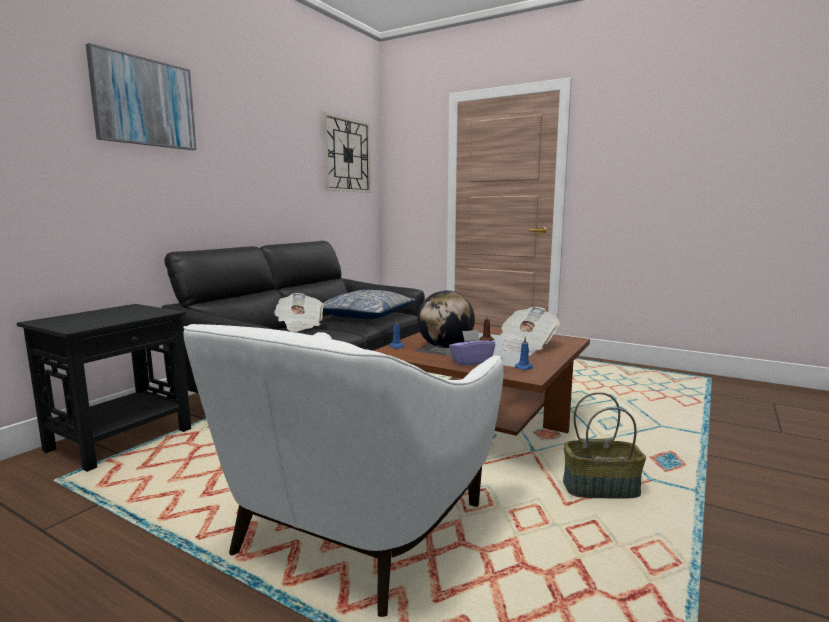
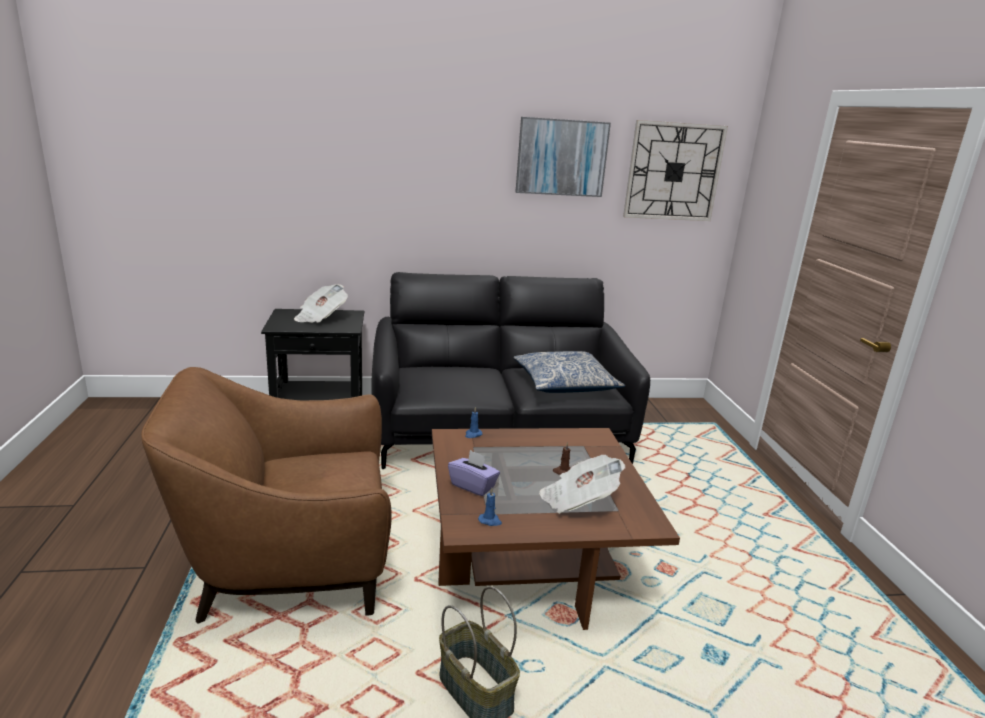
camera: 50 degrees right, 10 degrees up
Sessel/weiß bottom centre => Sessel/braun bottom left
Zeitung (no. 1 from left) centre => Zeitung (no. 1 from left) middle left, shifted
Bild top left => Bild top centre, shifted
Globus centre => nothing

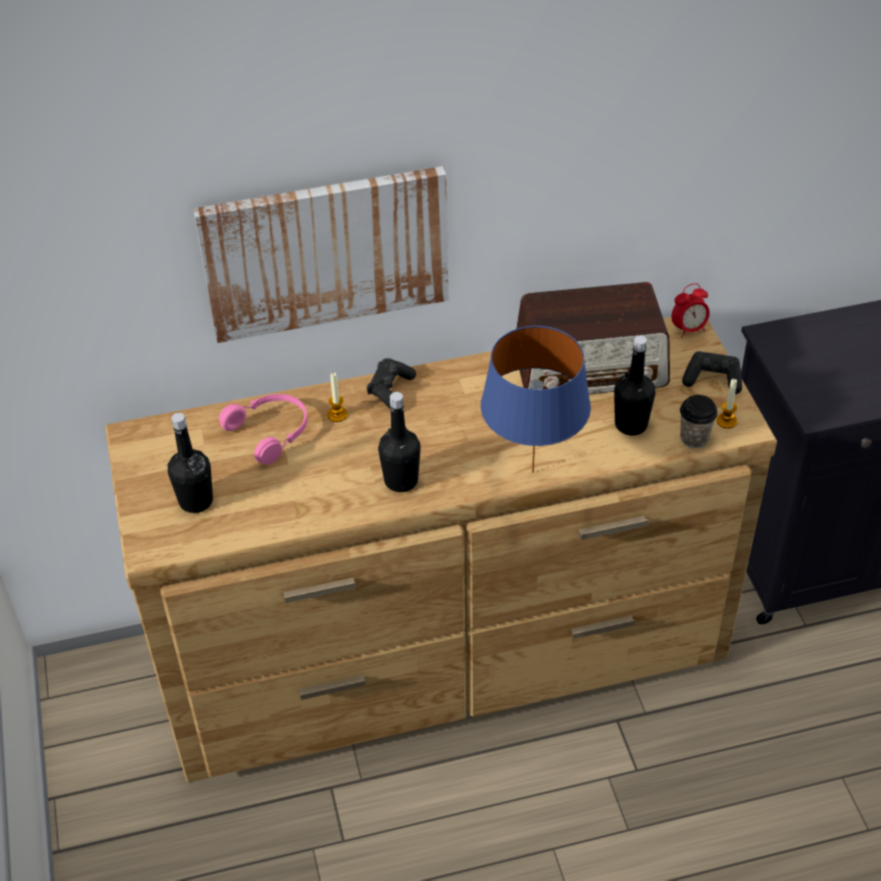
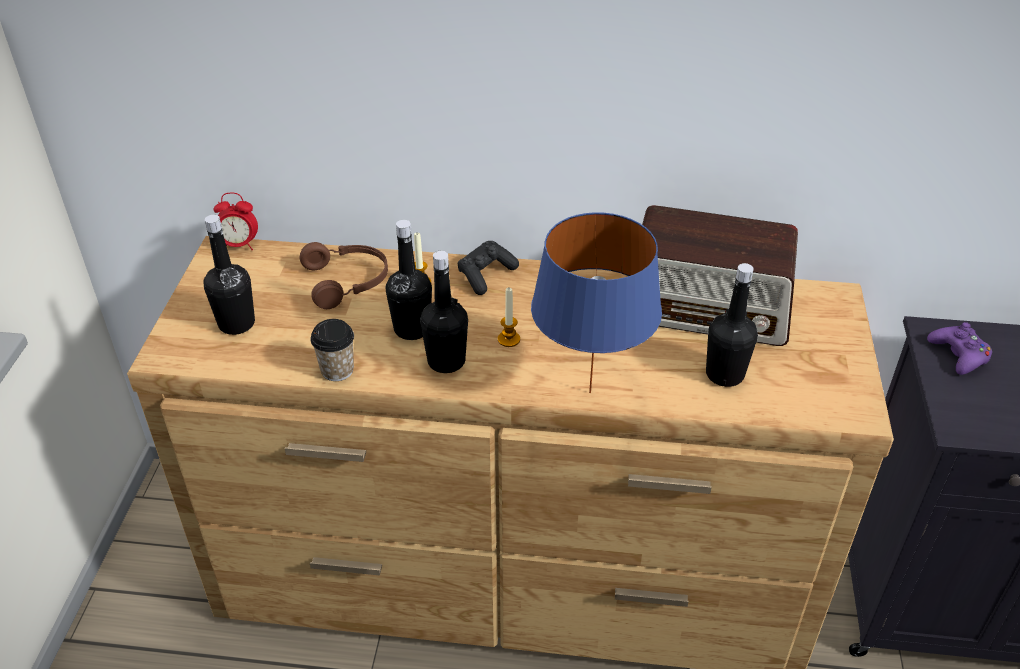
camera: 20 degrees right, 5 degrees down
Wecker middle right => Wecker top left, shifted
Kopfhörer/rosa middle left => Kopfhörer/braun centre
Tasse middle right => Tasse middle left, shifted
nothing => Flasche/schwarz (no. 2 from left) centre
Kerze (no. 2 from left) middle right => Kerze (no. 2 from left) centre, shifted
nothing => Gamepad/lila middle right
Bild top centre => nothing
Gamepad/schwarz (no. 2 from left) middle right => nothing

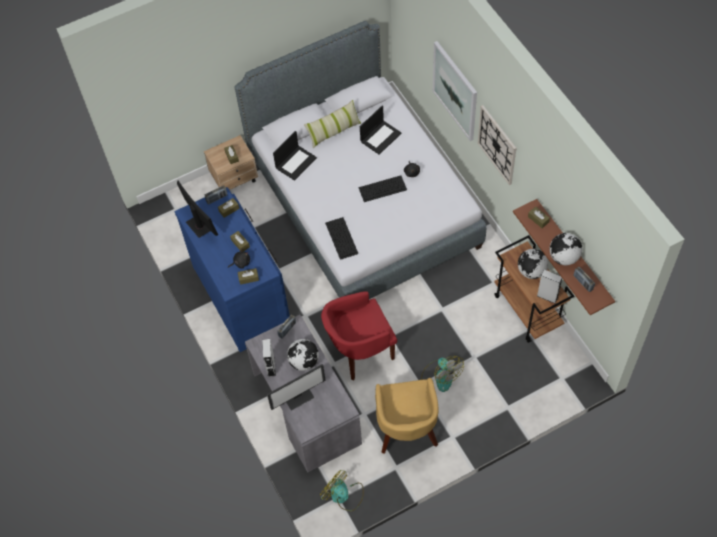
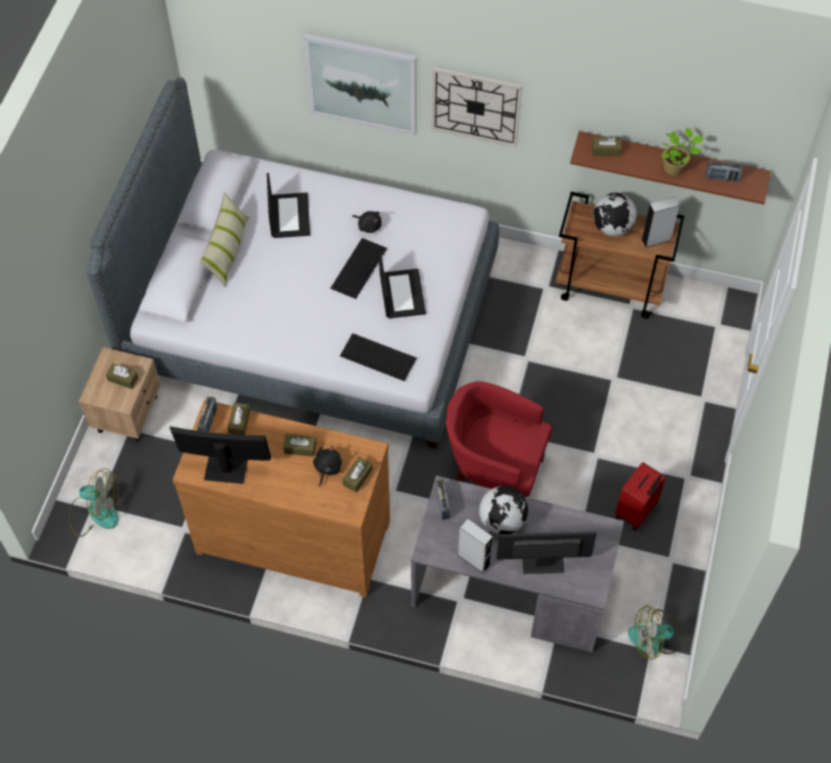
camera: 50 degrees left, 0 degrees up
Ventilator (no. 2 from left in the first image) bottom centre => Ventilator (no. 1 from left) middle left, shifted
Kommode/blau middle left => Kommode/braun centre
Laptop (no. 1 from left in the first image) top centre => Laptop (no. 2 from left) centre, shifted
Sessel/rot centre, 90 degrees clockwise
Monitor (no. 2 from left) bottom centre, 105 degrees counterclockwise
Sessel/gelb bottom centre => Koffer/rot middle right
Globus (no. 3 from left) middle right => Topfpflanze top right

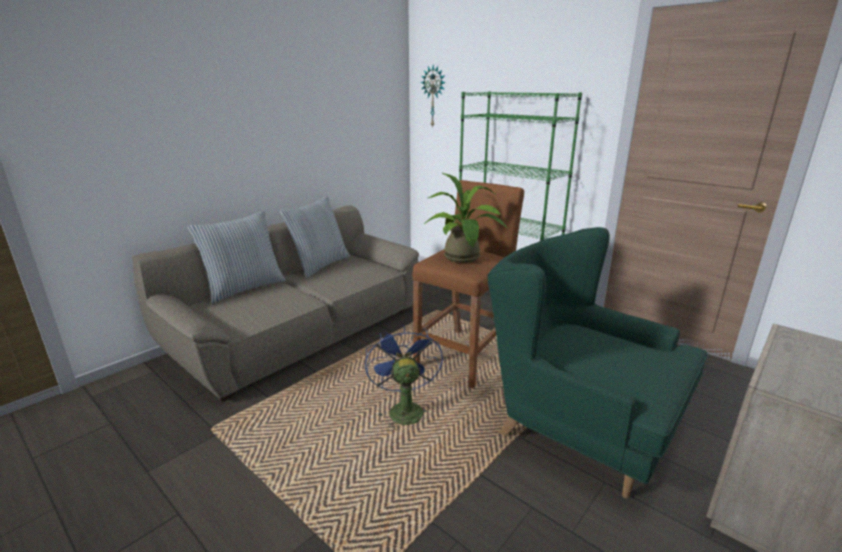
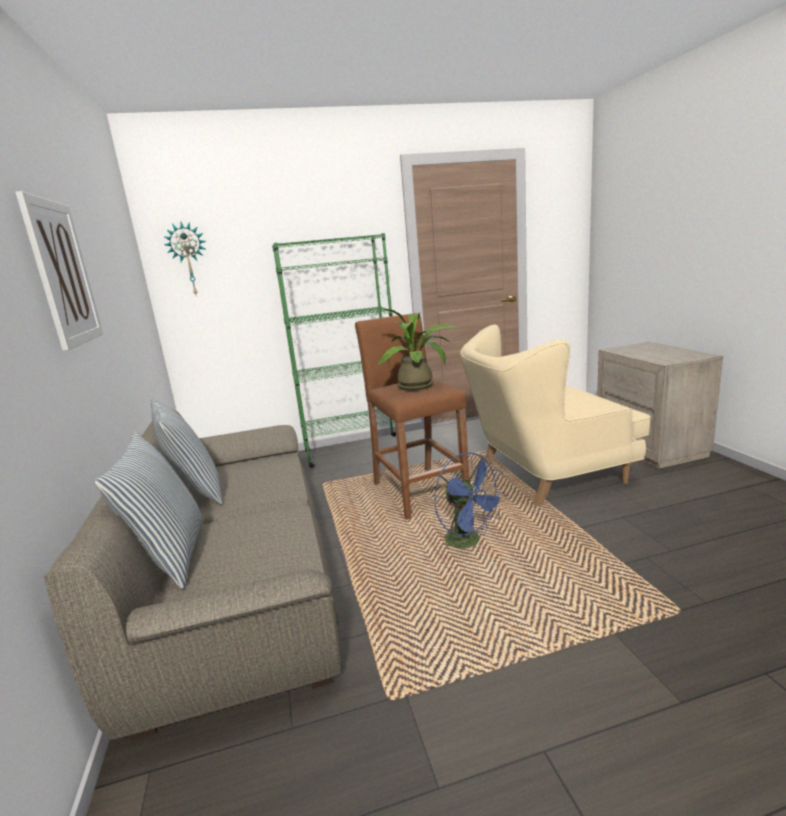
camera: 55 degrees left, 5 degrees down
nothing => Bild top left
Ventilator/blau bottom centre => Ventilator/blau centre, 150 degrees counterclockwise
Sessel/grün middle right => Sessel/beige middle right

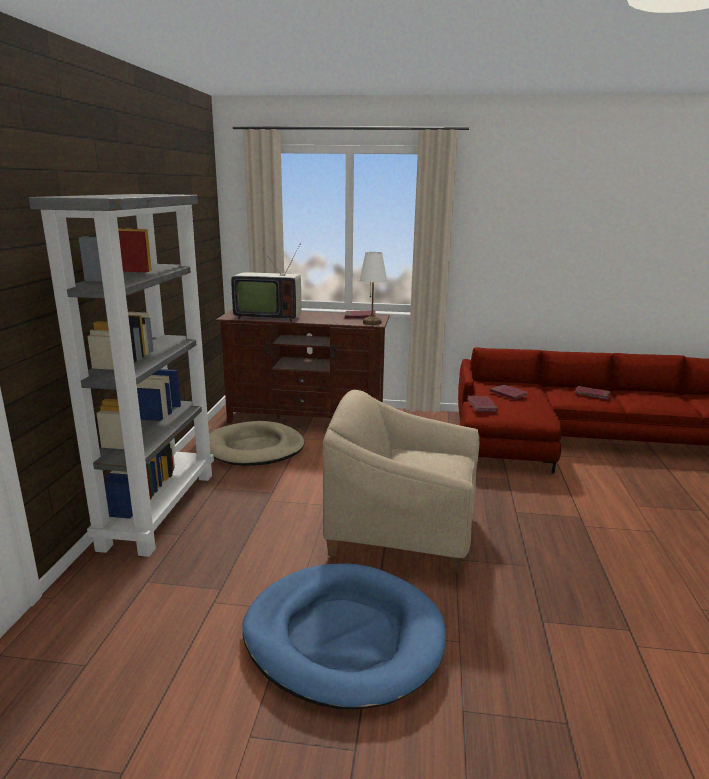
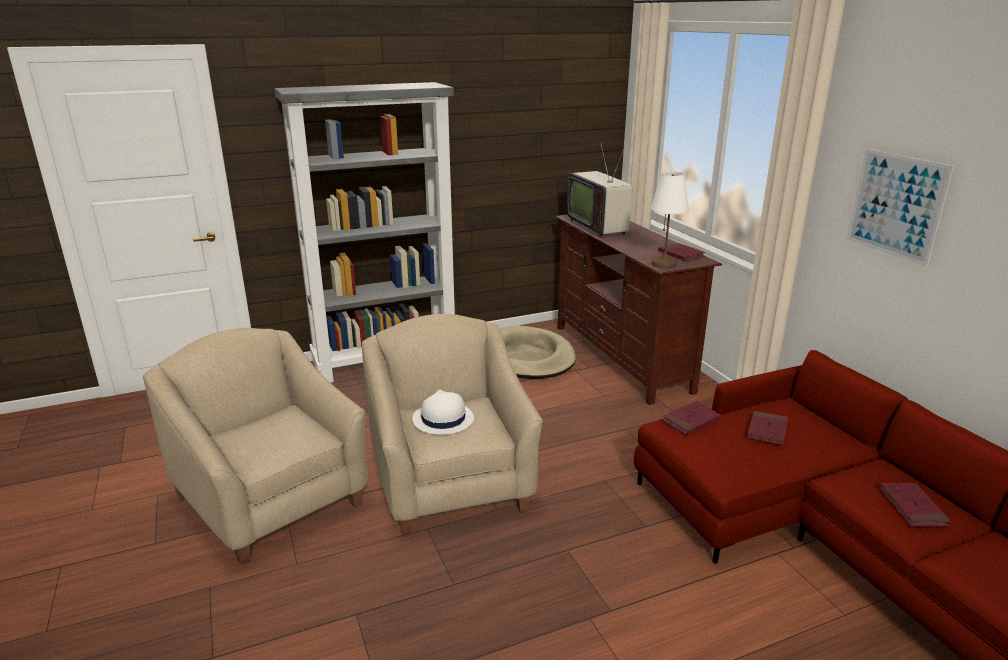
camera: 60 degrees right, 5 degrees up
Hundebett/blau bottom centre => Sessel/beige (no. 1 from left) bottom left
nothing => Hut/weiß centre
nothing => Bild top right

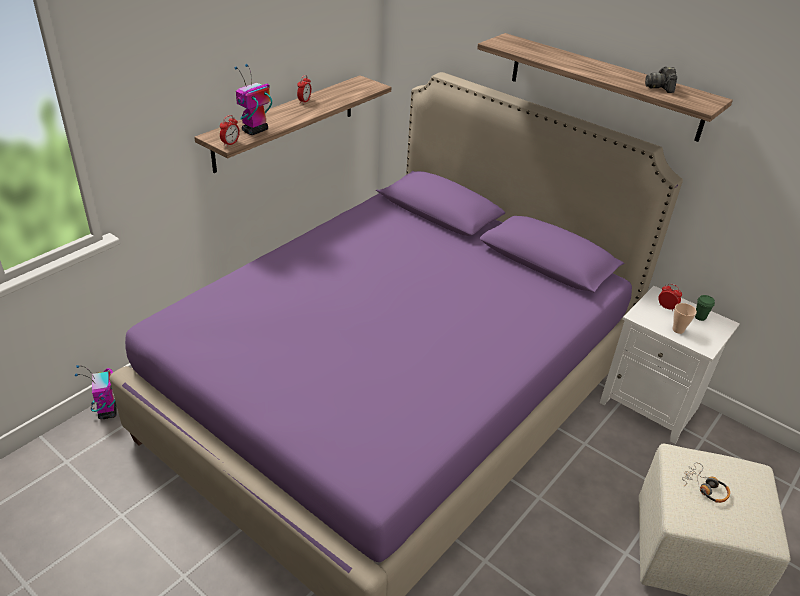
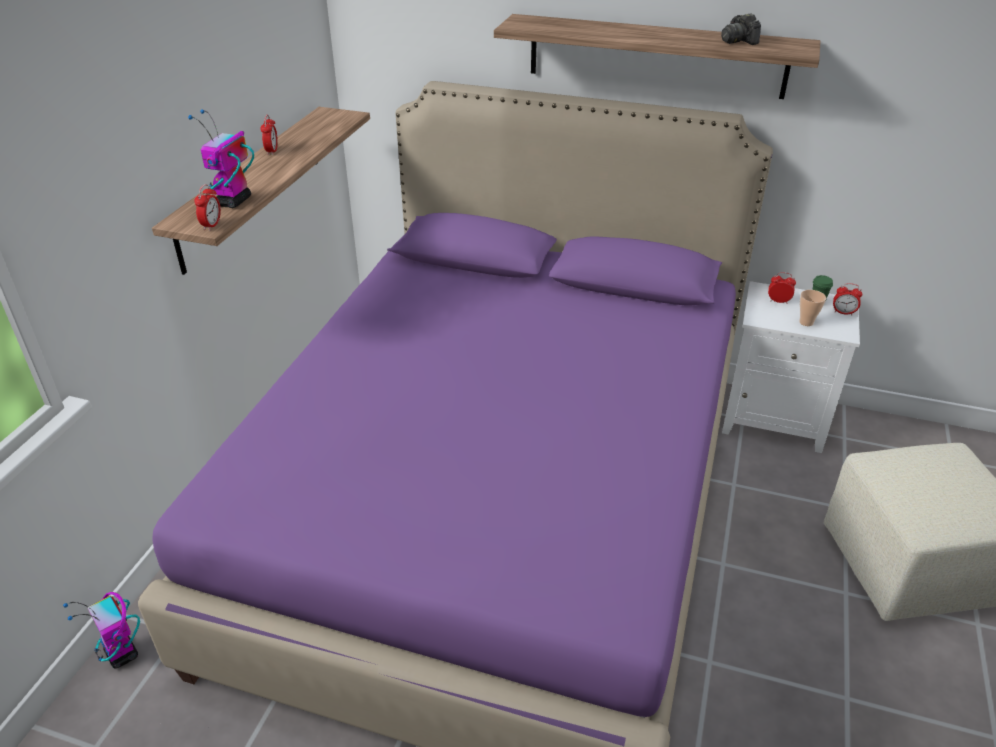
camera: 20 degrees left, 0 degrees up
nothing => Wecker (no. 4 from left) middle right
Kopfhörer bottom right => nothing

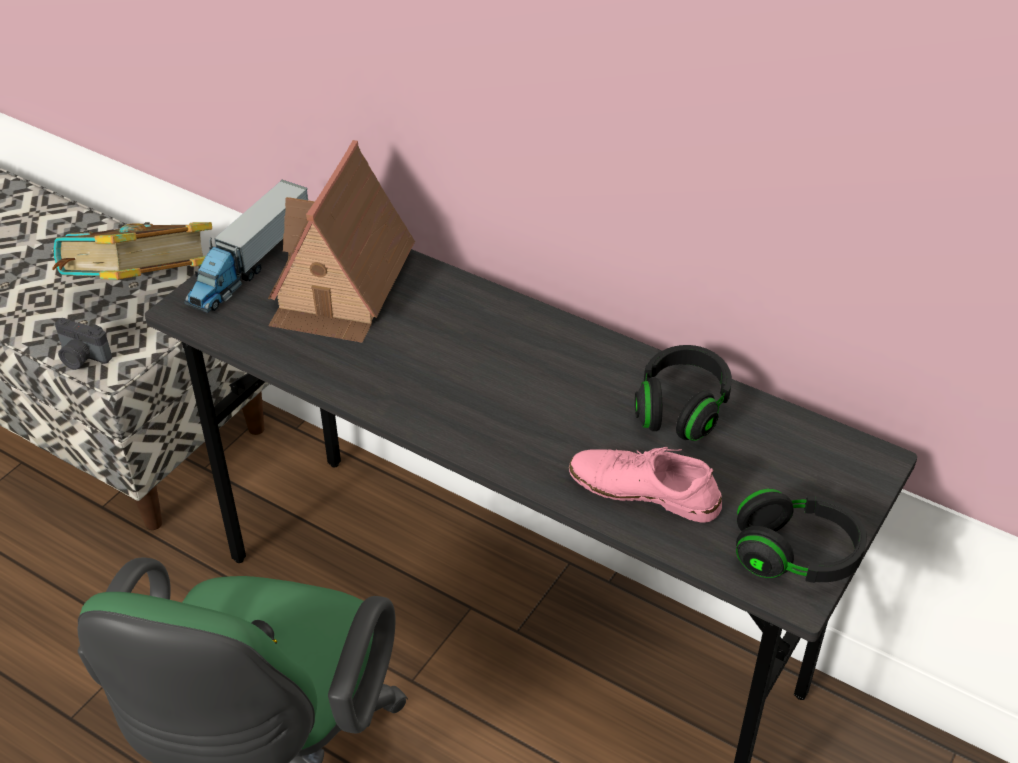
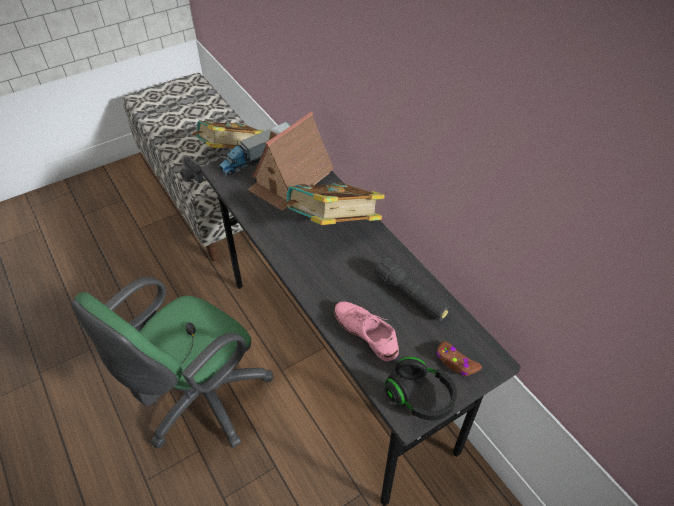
camera: 25 degrees right, 5 degrees up
nothing => Buch (no. 2 from left) centre
Kopfhörer/schwarz (no. 1 from left) middle right => Taschenlampe/schwarz centre
nothing => Gamepad/braun bottom right

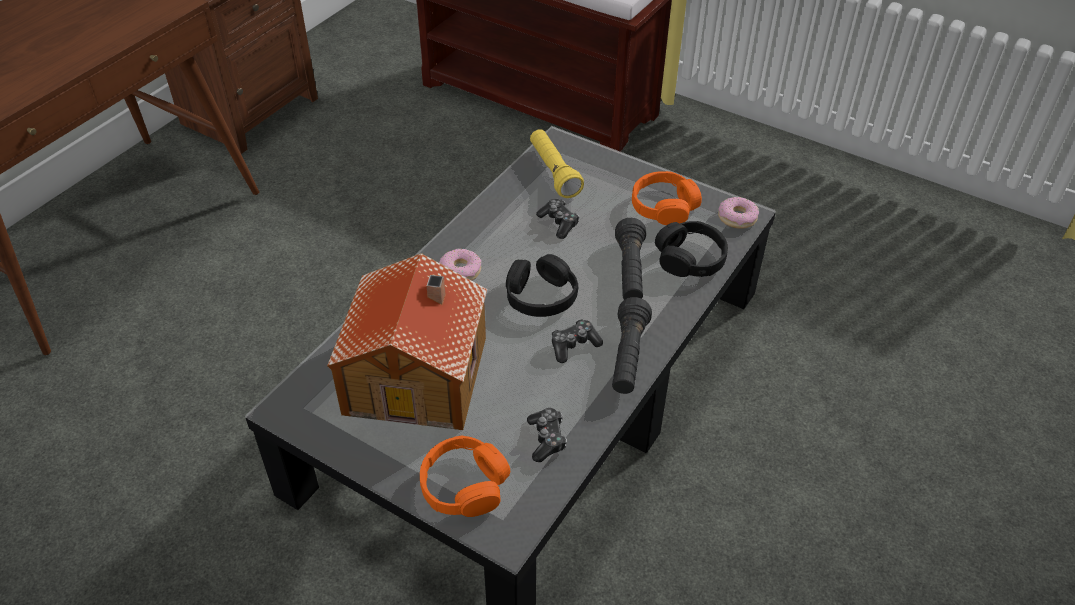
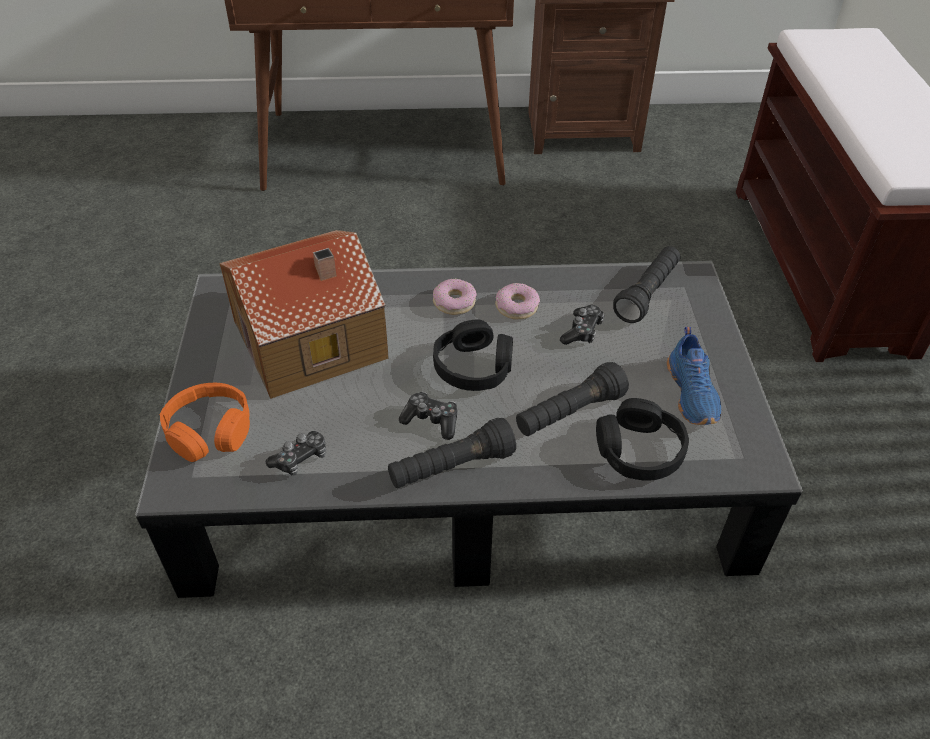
camera: 55 degrees right, 0 degrees up
Donut (no. 2 from left) middle right => Donut (no. 2 from left) centre, shifted
Taschenlampe/gelb top centre => Taschenlampe/schwarz (no. 3 from left) middle right
Kopfhörer/orange (no. 2 from left) top centre => Schuh/blau middle right

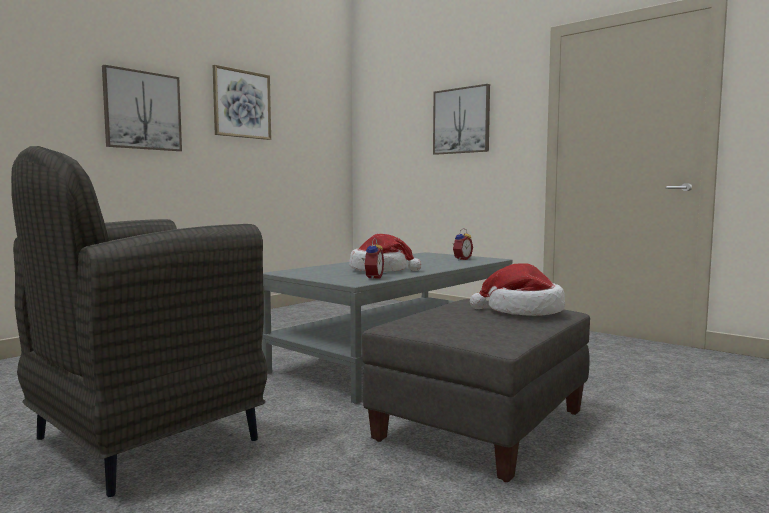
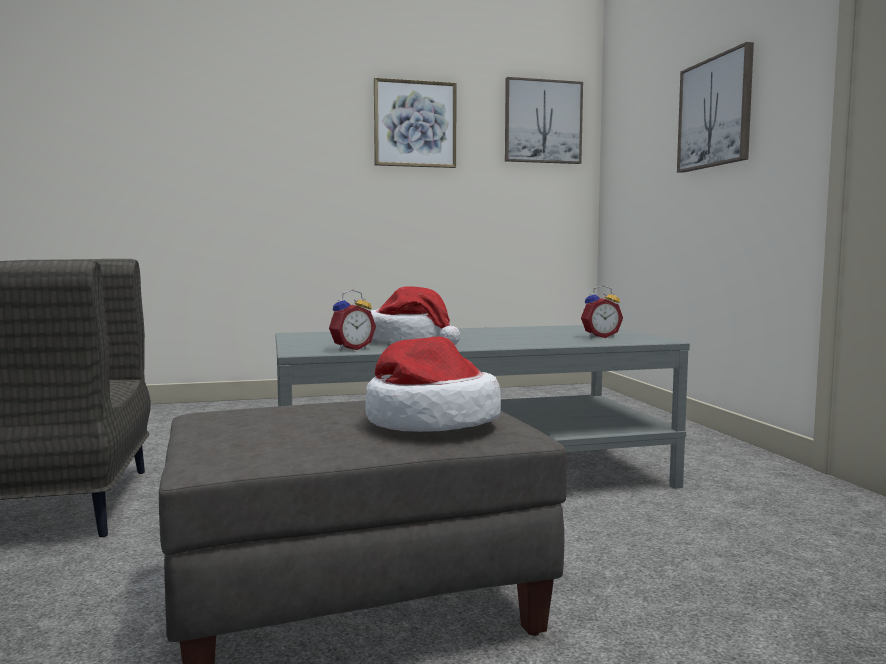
camera: 35 degrees right, 0 degrees up
Bild (no. 1 from left in the first image) top left => Bild (no. 2 from left) top centre, shifted

